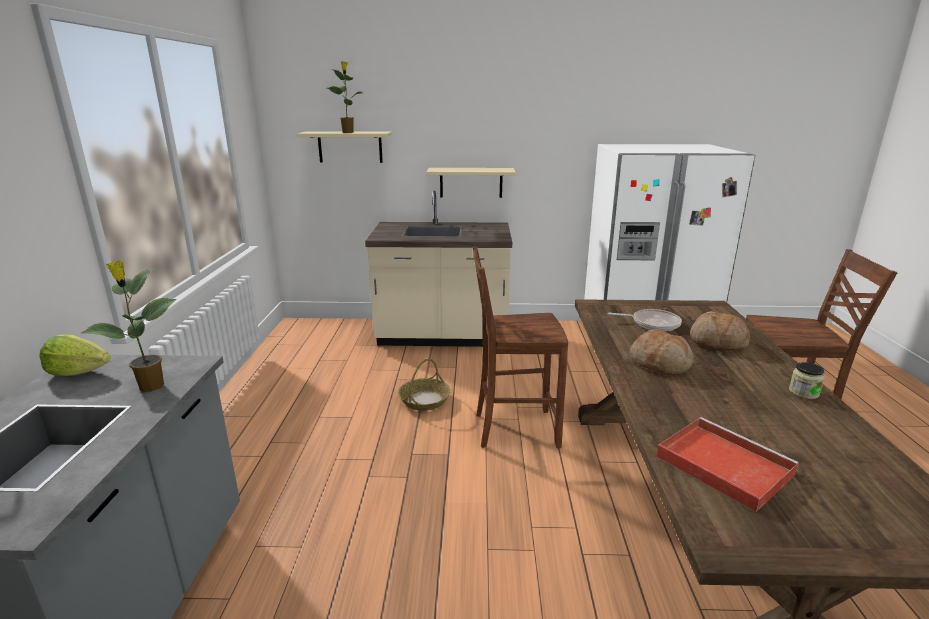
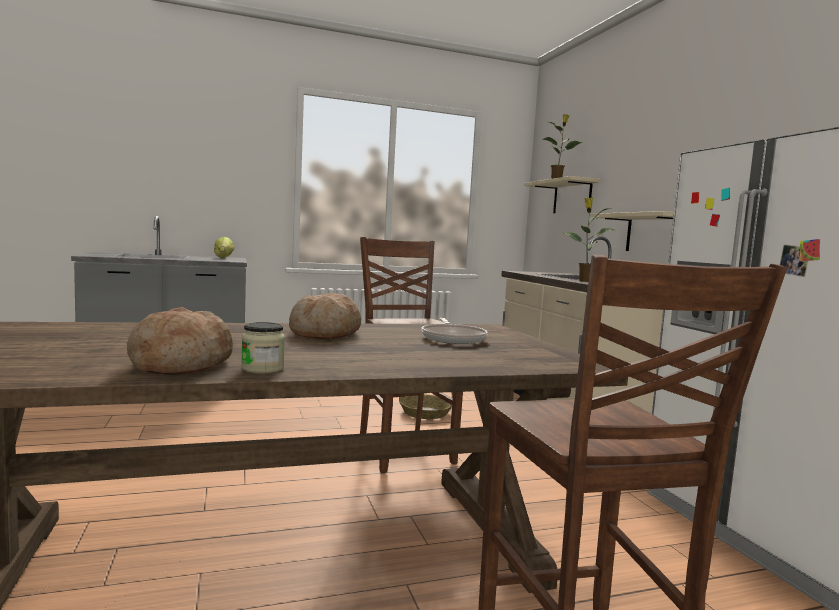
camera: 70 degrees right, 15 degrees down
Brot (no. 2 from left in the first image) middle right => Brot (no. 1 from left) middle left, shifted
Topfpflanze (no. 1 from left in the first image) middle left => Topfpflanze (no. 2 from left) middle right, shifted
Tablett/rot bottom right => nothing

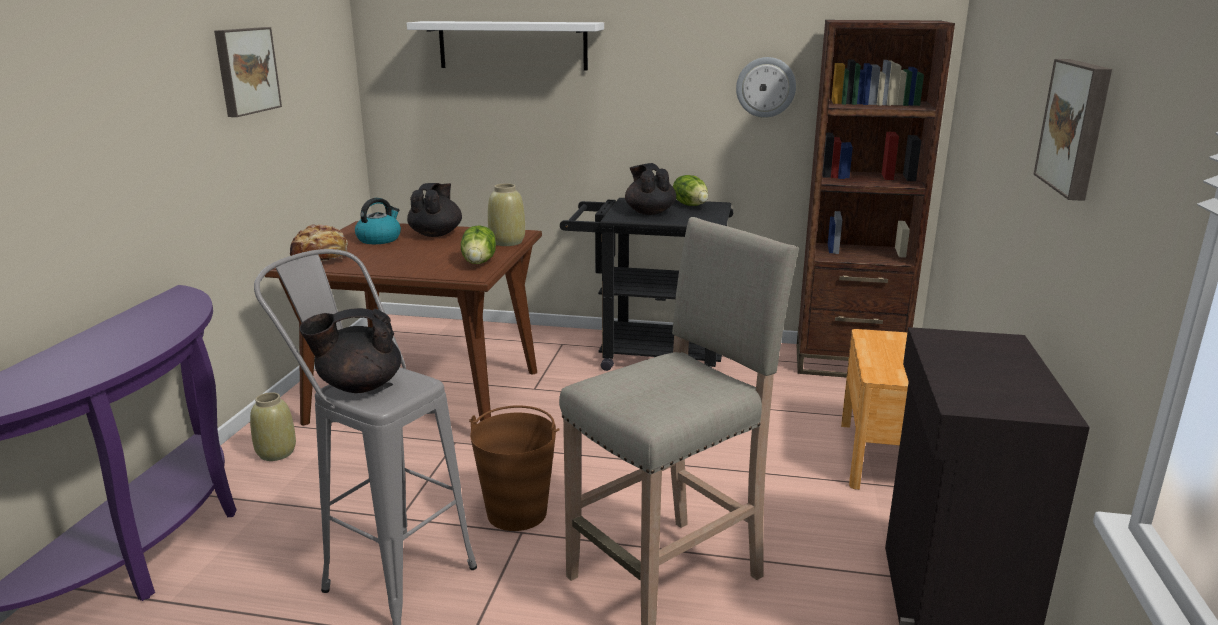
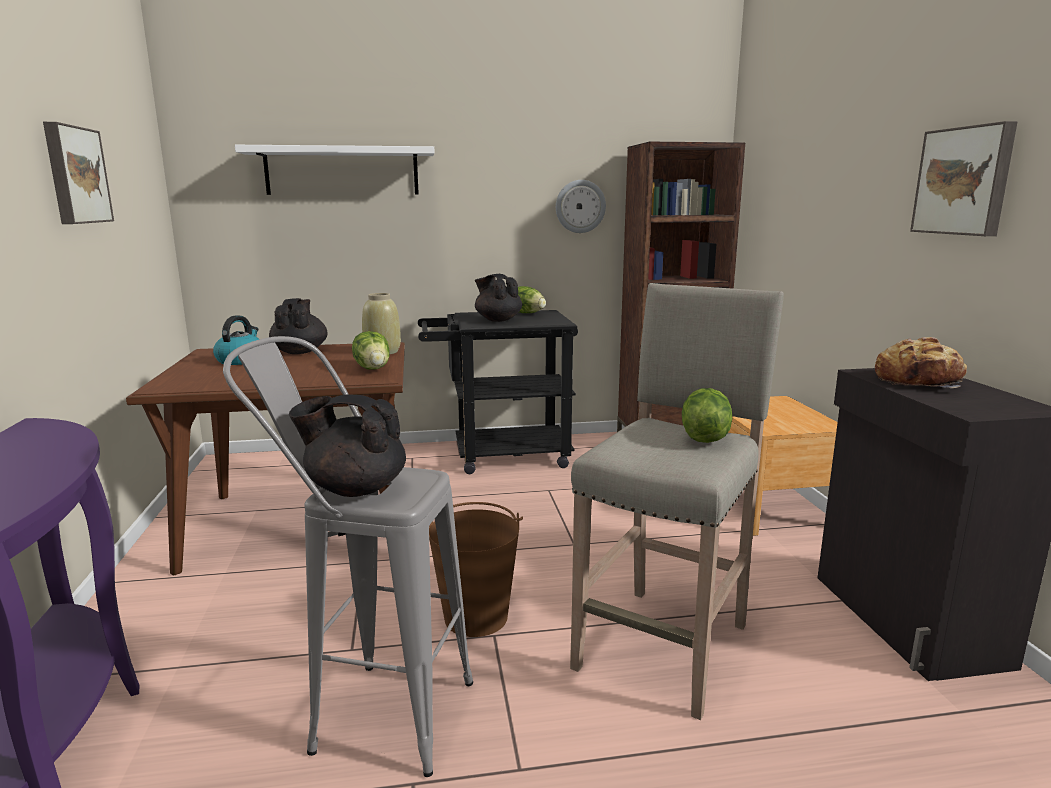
camera: 20 degrees left, 5 degrees down
Teekanne/schwarz (no. 1 from left in the first image) middle left => Teekanne/schwarz (no. 2 from left) middle left, 45 degrees clockwise
nothing => Salatkopf (no. 3 from left) middle right
Brot middle left => Brot middle right, shifted
Vase/beige (no. 1 from left) bottom left => nothing

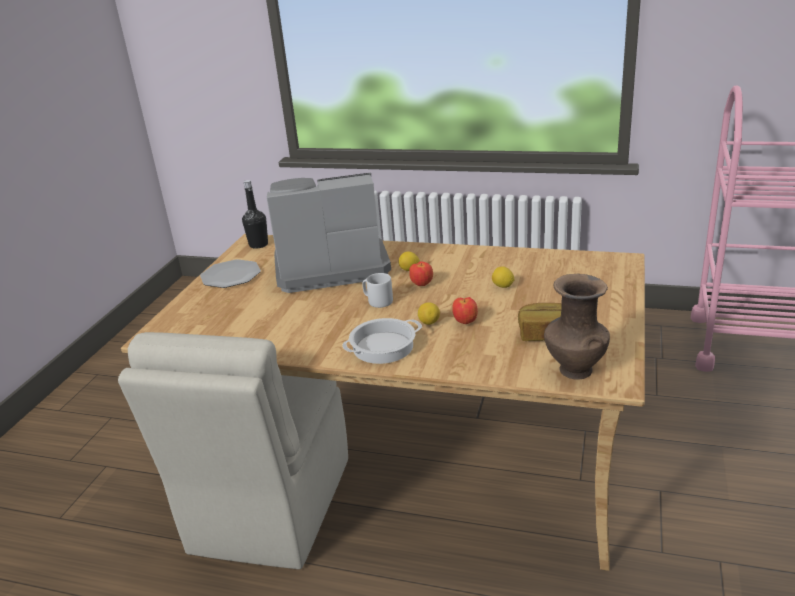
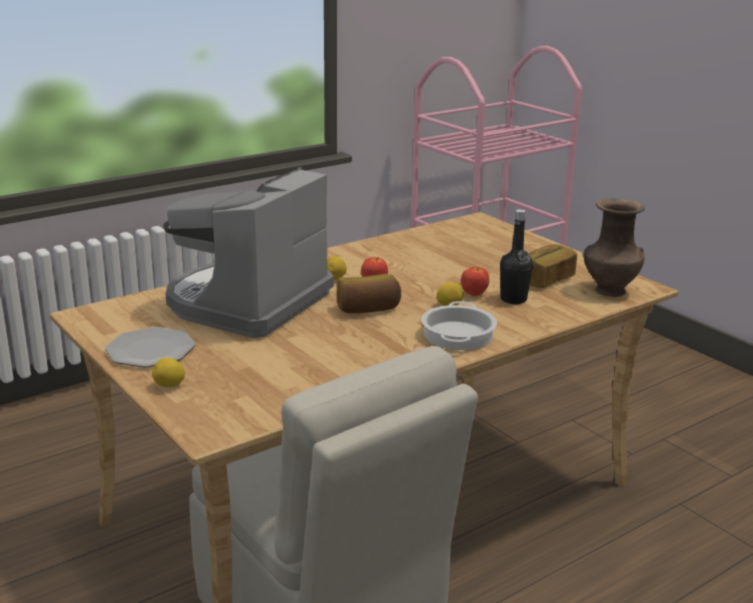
camera: 55 degrees left, 5 degrees down
Zitrone (no. 3 from left in the first image) centre => Zitrone (no. 1 from left) middle left, shifted
Henkelbecher/grau centre => Brot (no. 1 from left) centre
Flasche/schwarz middle left => Flasche/schwarz middle right, shifted

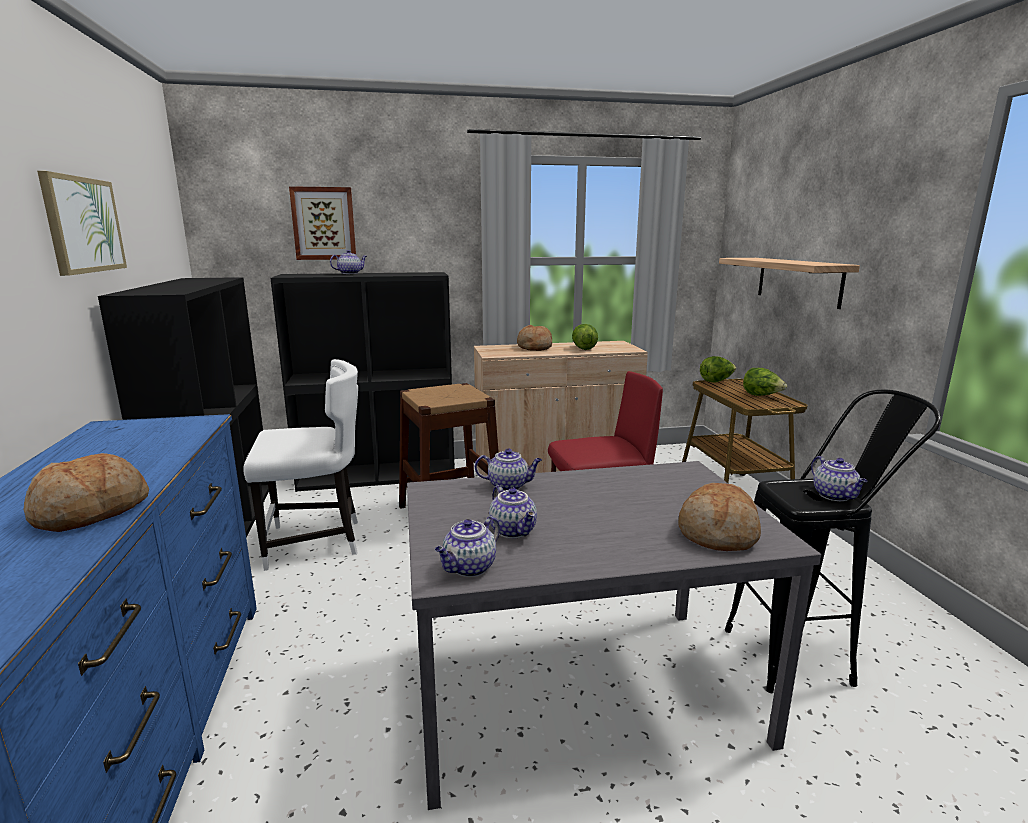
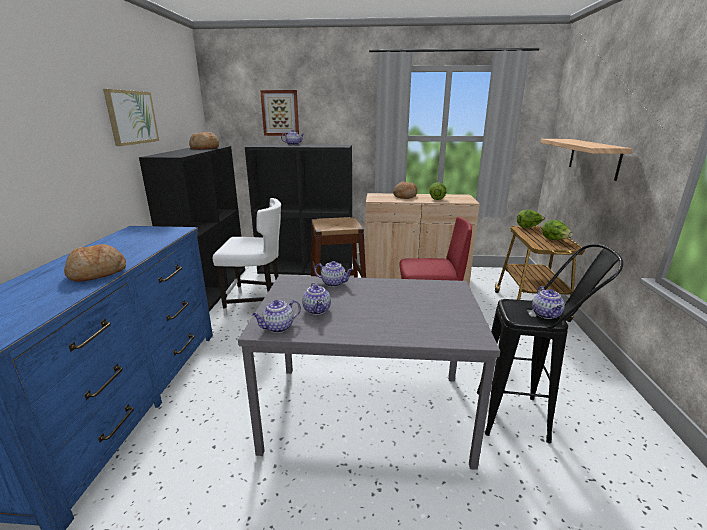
camera: 15 degrees right, 5 degrees up
Brot (no. 3 from left in the first image) middle right => Brot (no. 2 from left) top left, shifted

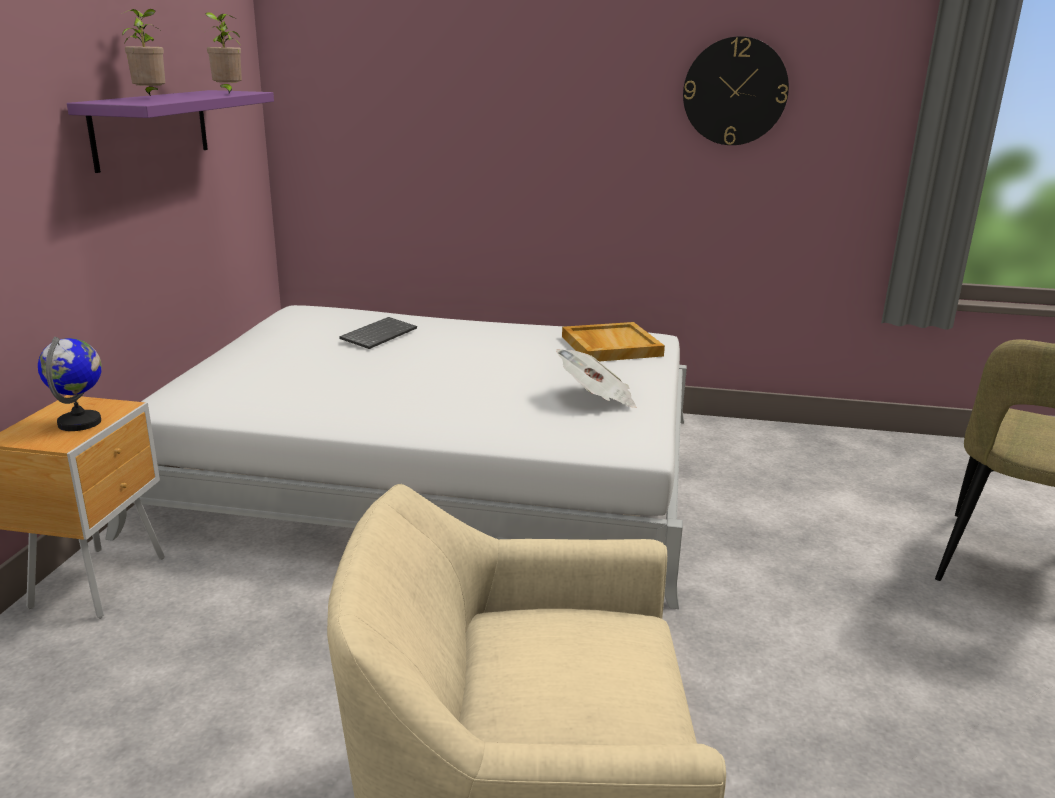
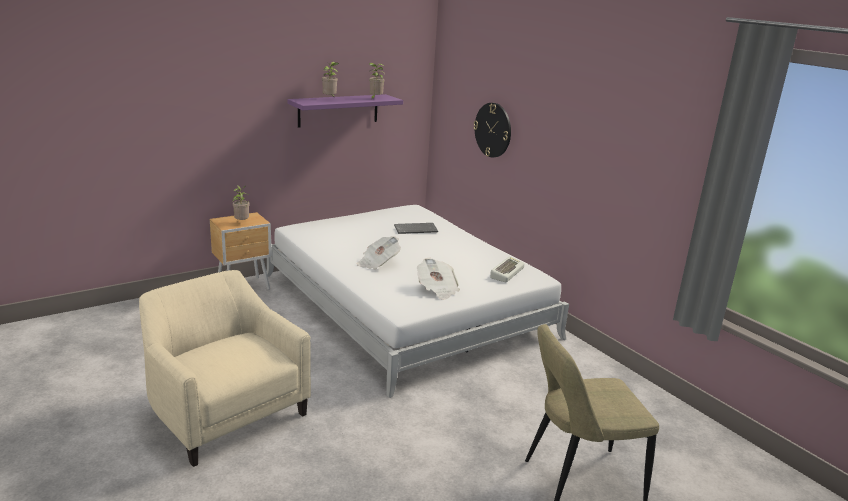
camera: 45 degrees right, 0 degrees up
Globus middle left => Topfpflanze (no. 1 from left) middle left
nothing => Zeitung (no. 1 from left) centre
Wanduhr top right => Wanduhr top centre, shifted
Tablett/beige centre => Tastatur (no. 2 from left) centre

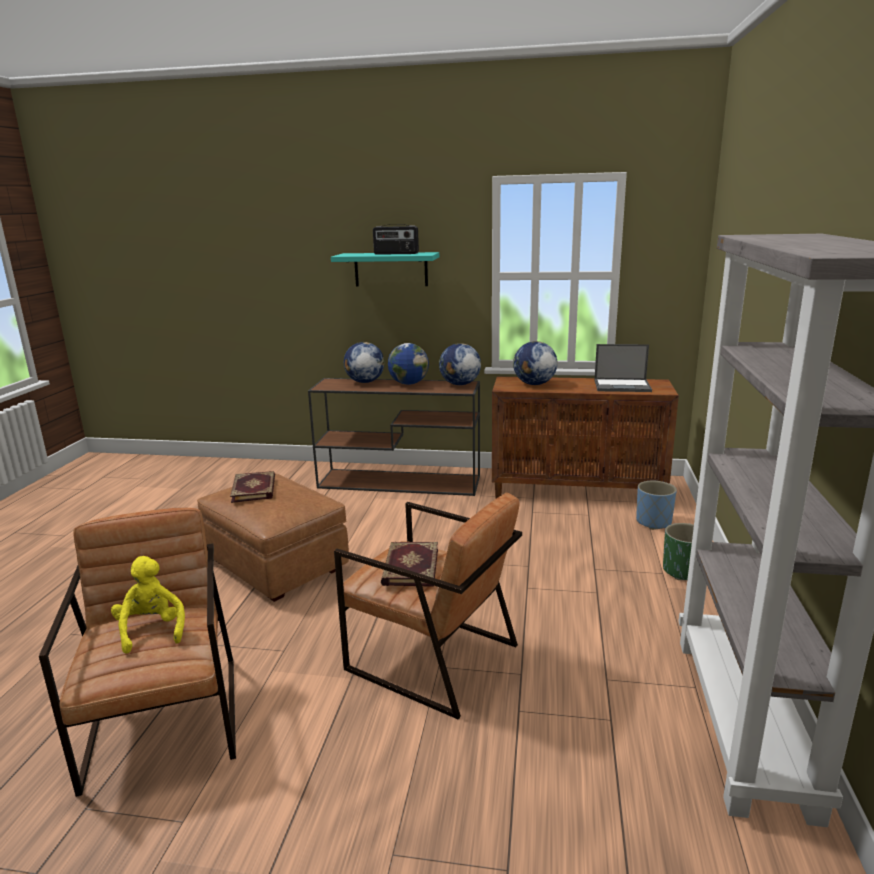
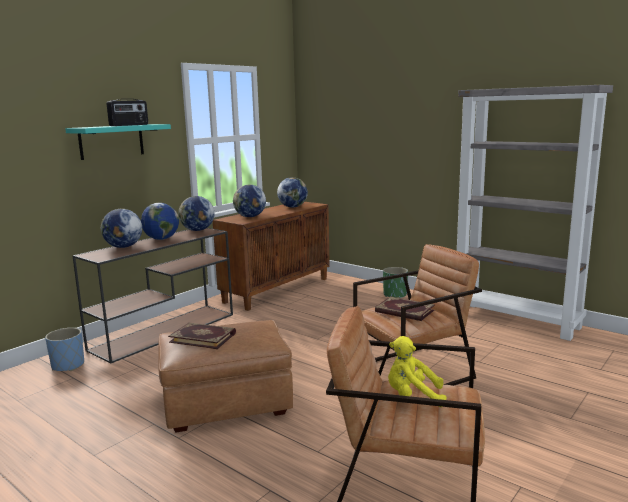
camera: 60 degrees left, 5 degrees down
Pflanzkübel/blau middle right => Pflanzkübel/blau bottom left, shifted
Laptop middle right => Globus (no. 5 from left) centre

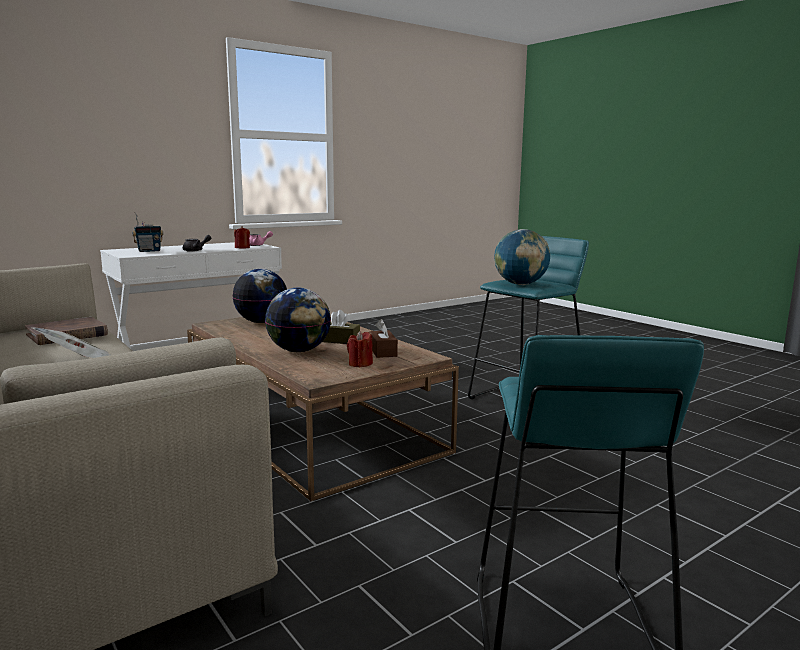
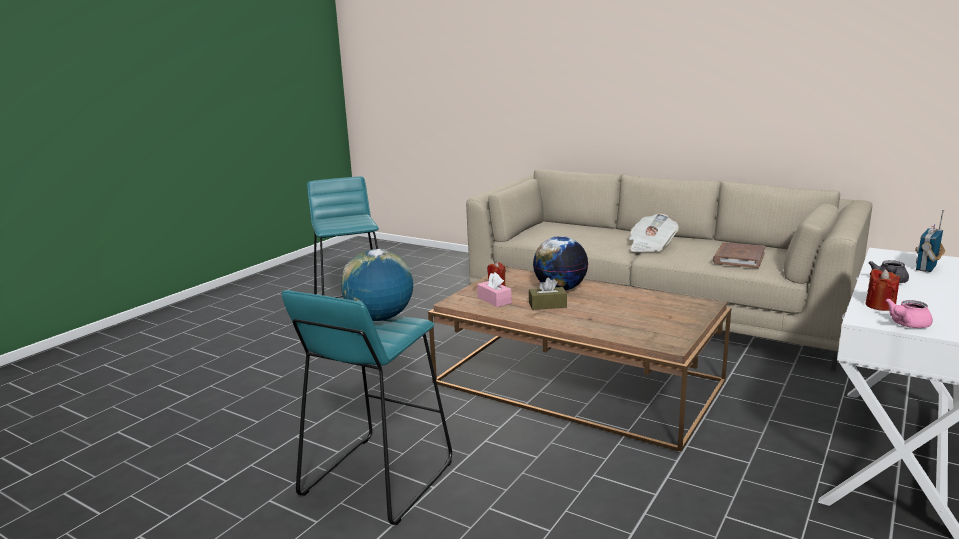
camera: 160 degrees right, 5 degrees up
Taschentuchbox/braun (no. 2 from left) centre => Taschentuchbox/rosa centre
Globus (no. 1 from left) middle left => nothing

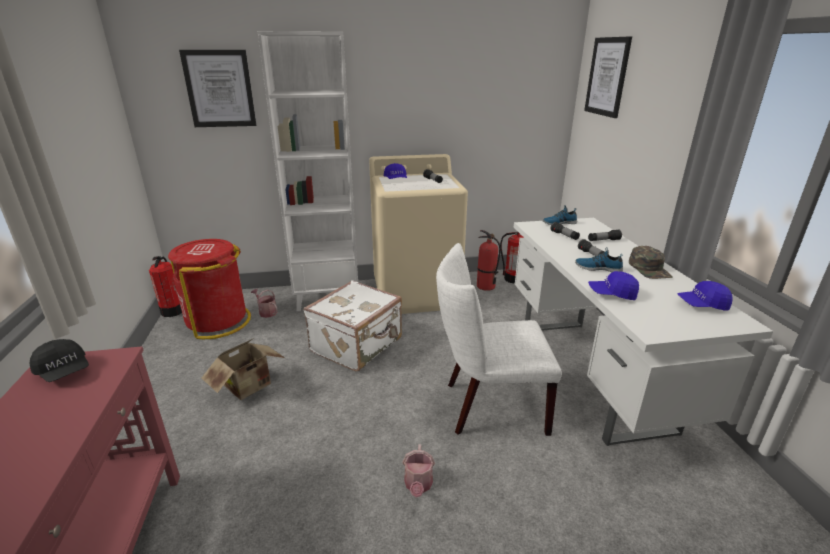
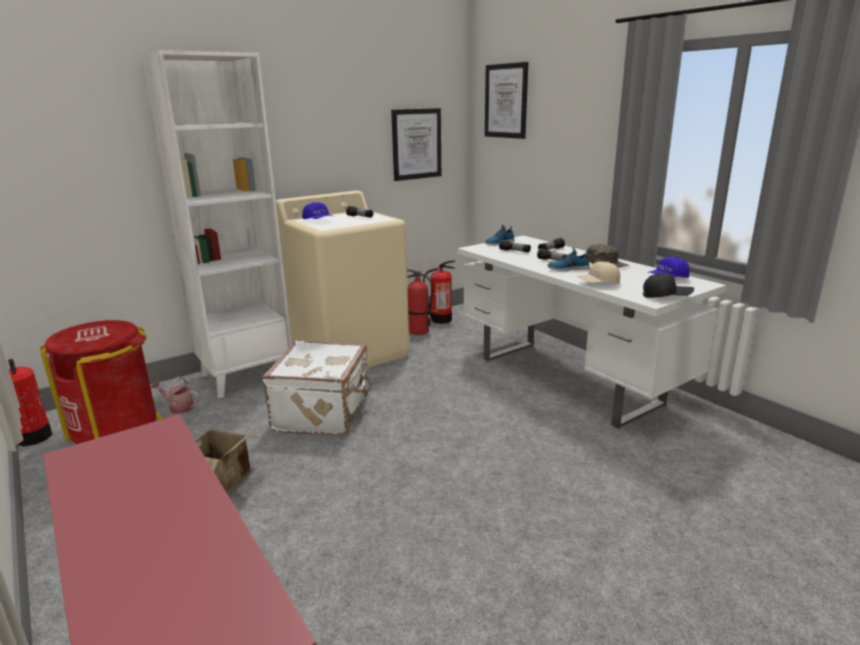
camera: 25 degrees left, 5 degrees down
Bild (no. 1 from left) top left => Bild (no. 1 from left) top centre, shifted
Kappe/blau (no. 2 from left) middle right => Kappe/beige middle right
Kappe/schwarz middle left => Kappe/schwarz middle right, shifted
Gießkanne (no. 2 from left) bottom centre => nothing
Stuhl/weiß centre => nothing

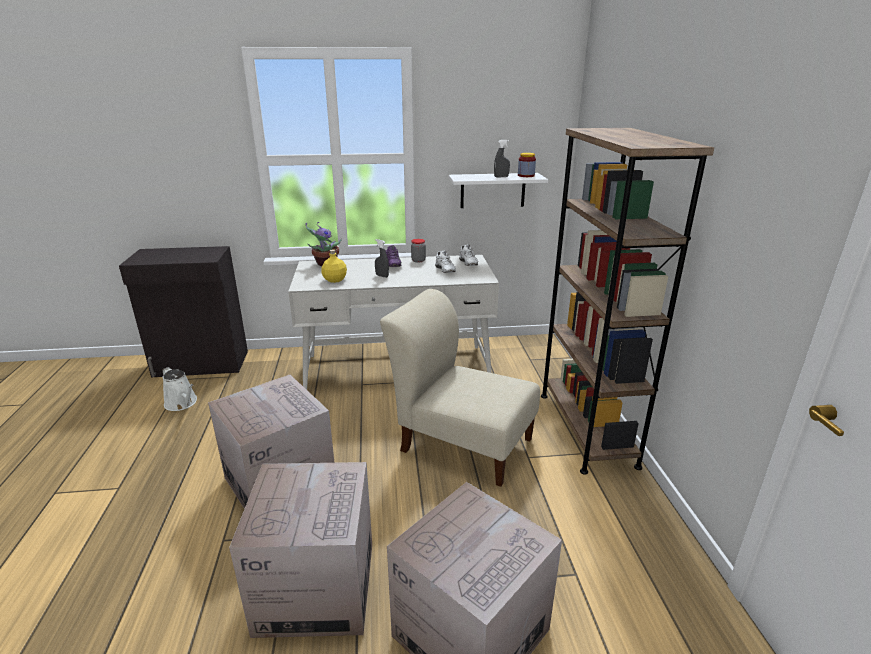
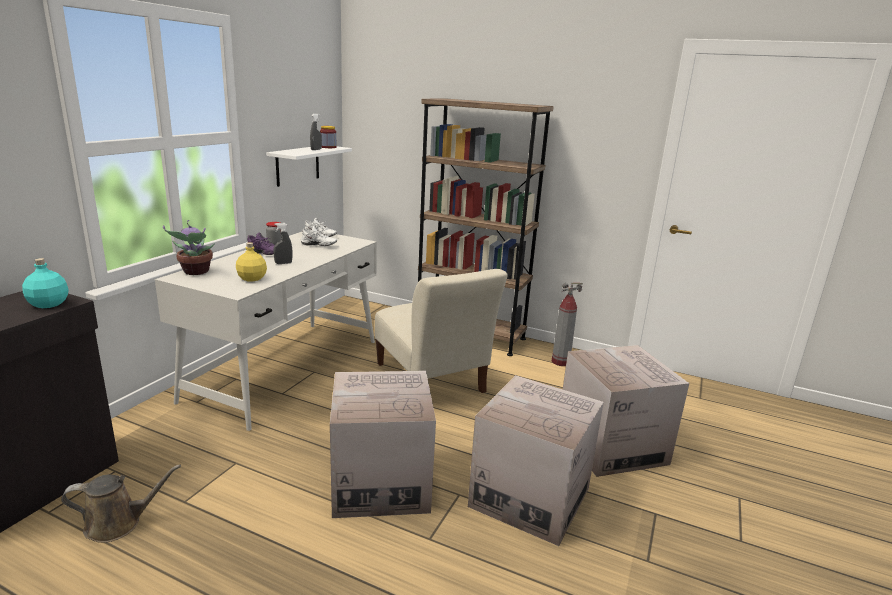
camera: 60 degrees left, 5 degrees down
nothing => Flasche/türkis middle left
Gießkanne/weiß middle left => Gießkanne/braun bottom left
Stuhl/beige centre, 90 degrees counterclockwise
nothing => Feuerlöscher centre

